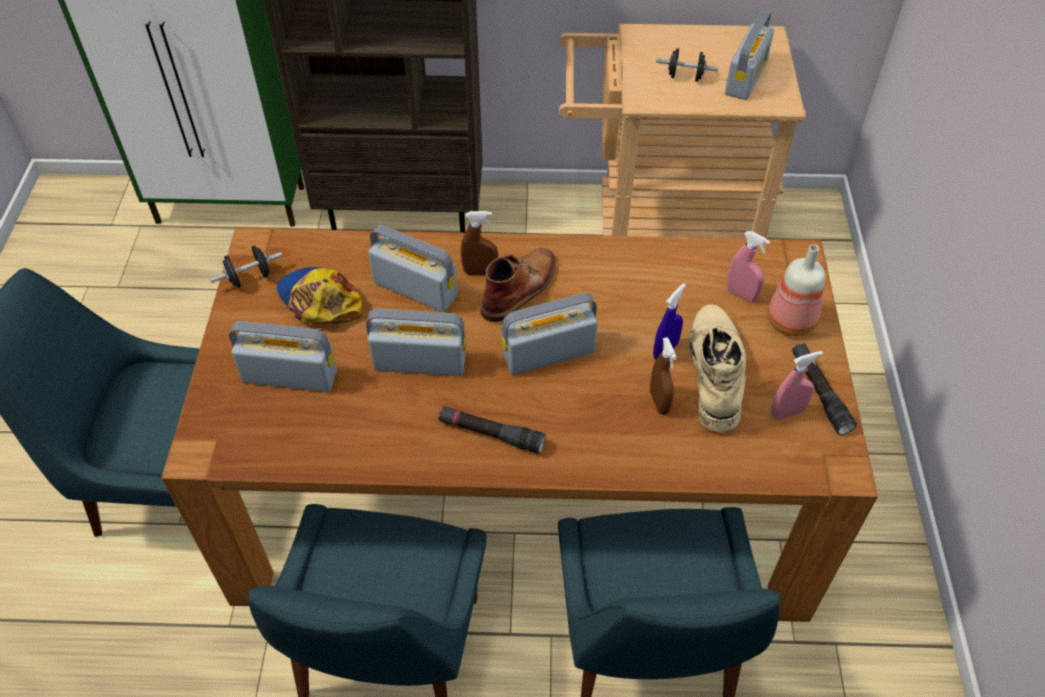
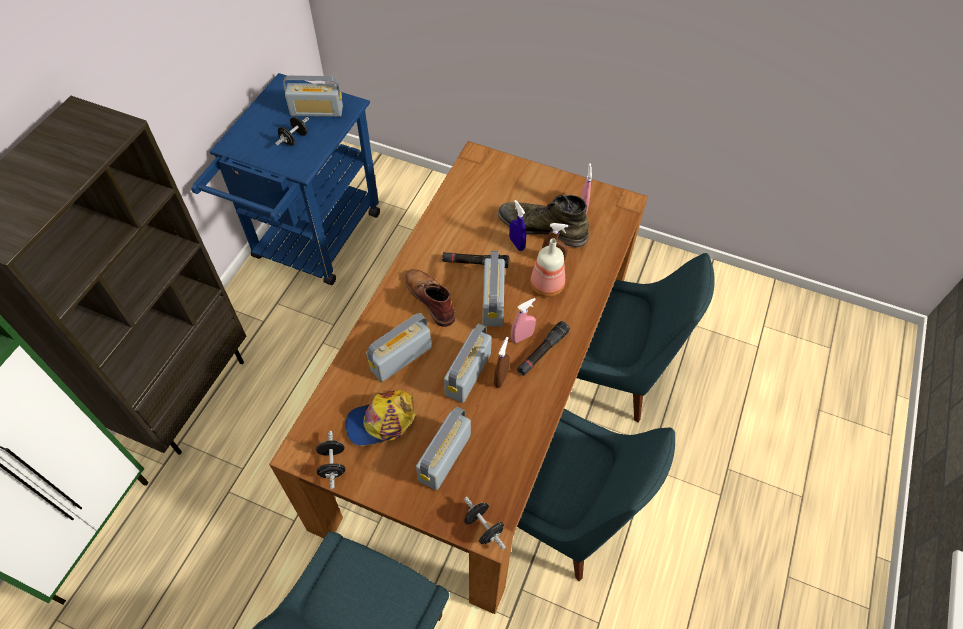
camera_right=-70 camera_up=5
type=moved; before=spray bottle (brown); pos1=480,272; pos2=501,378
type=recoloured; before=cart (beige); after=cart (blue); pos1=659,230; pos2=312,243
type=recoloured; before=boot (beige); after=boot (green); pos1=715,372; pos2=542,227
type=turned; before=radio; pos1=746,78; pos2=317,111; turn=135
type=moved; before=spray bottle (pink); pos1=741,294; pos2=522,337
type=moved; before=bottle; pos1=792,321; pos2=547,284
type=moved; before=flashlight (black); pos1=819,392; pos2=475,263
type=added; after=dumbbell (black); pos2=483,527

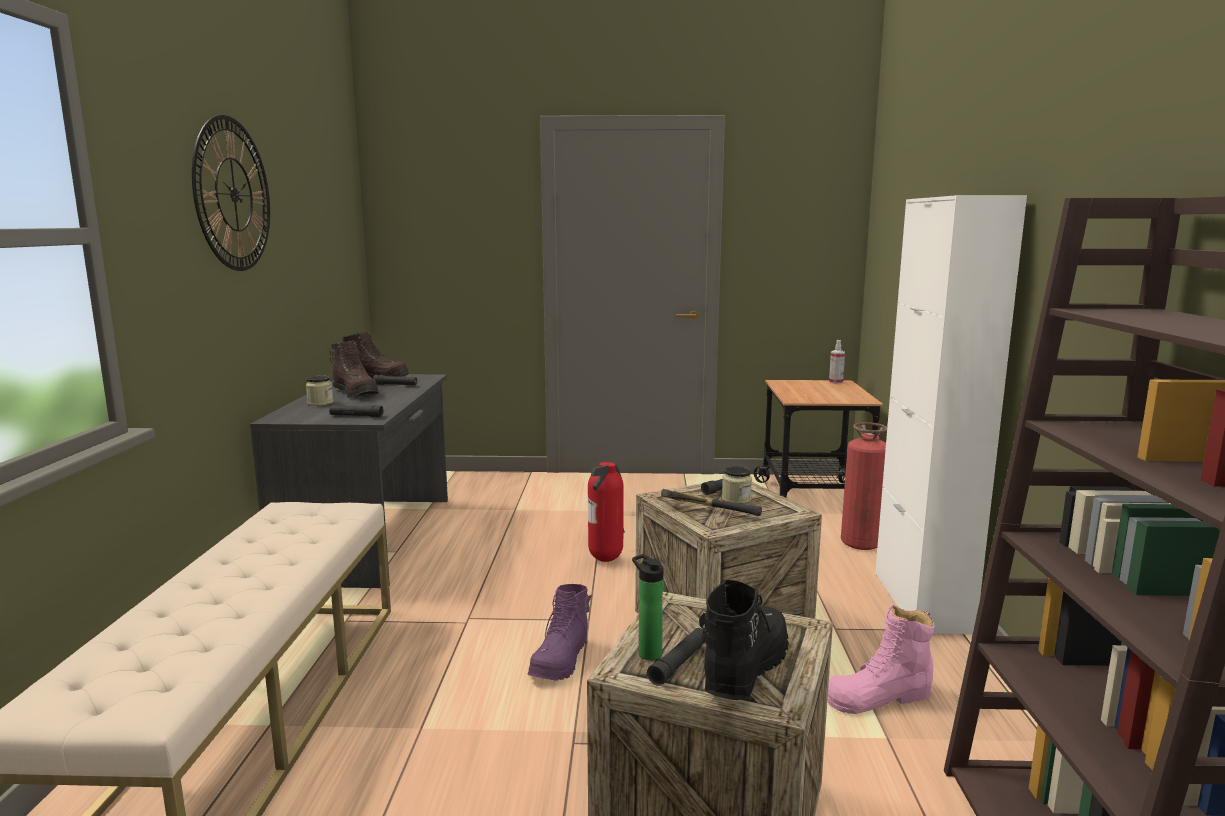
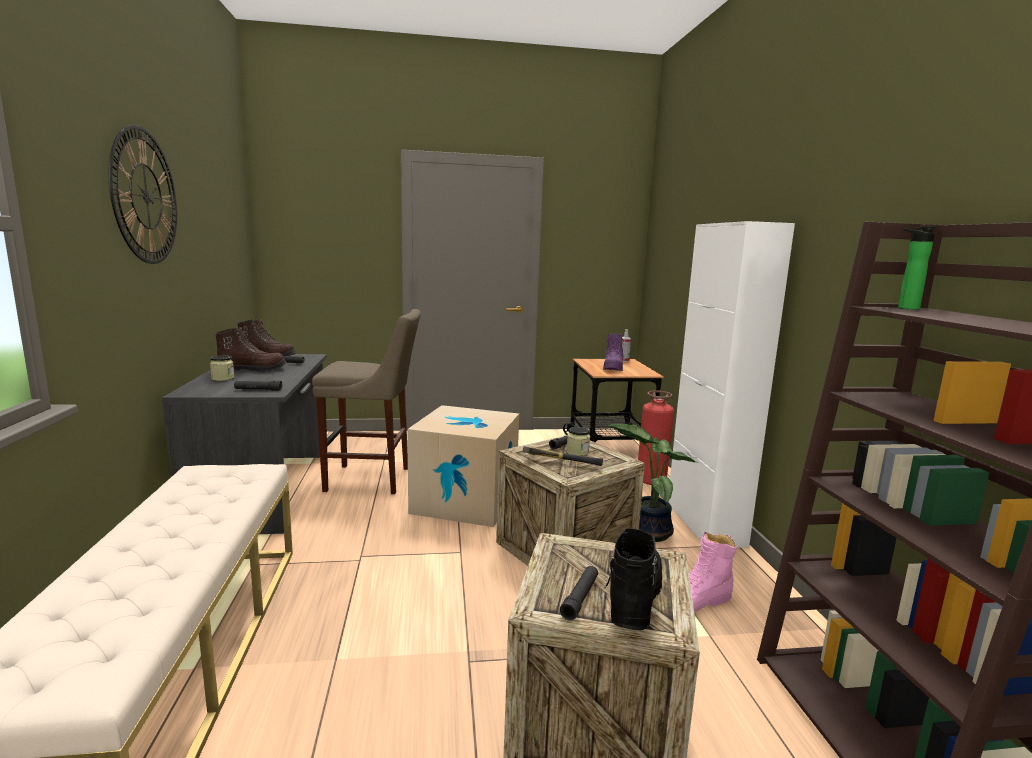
camera_right=-10 camera_up=0
type=turned; before=boot (brown); pos1=356,393; pos2=252,370; turn=-60
type=moved; before=boot (purple); pos1=561,661; pos2=613,368
type=replaced; before=fire extinguisher; after=cardboard box; pos1=606,560; pos2=465,501
type=moved; before=bottle; pos1=647,652; pos2=904,308
type=added; after=stool (beige); pos2=372,479
type=added; after=potted plant; pos2=647,531

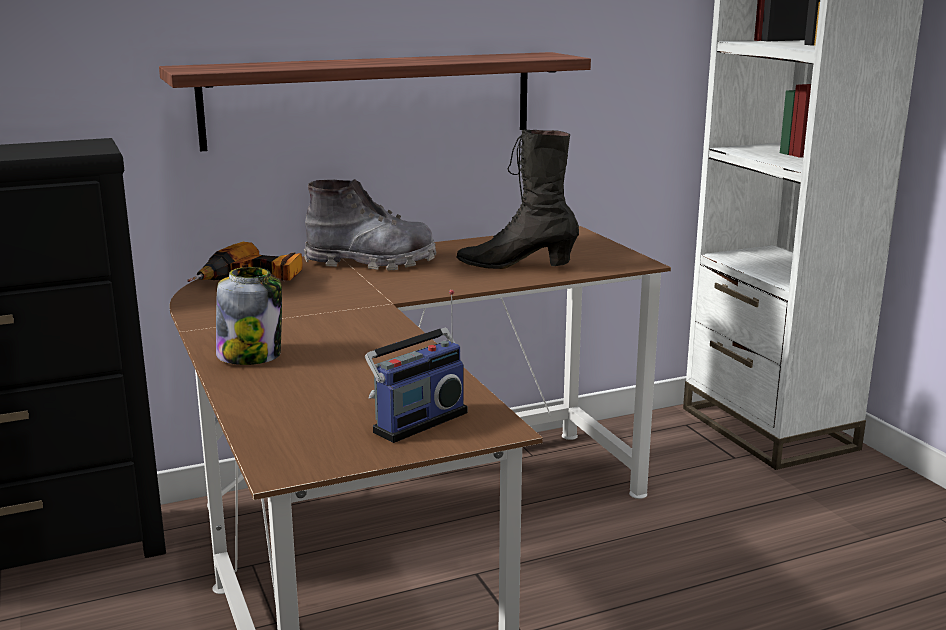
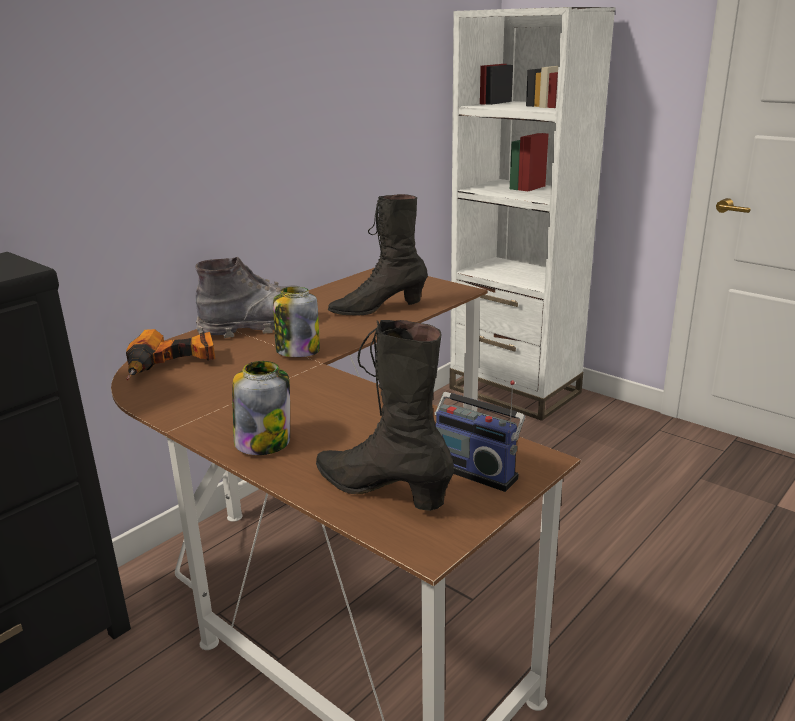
camera_right=-25 camera_up=5
type=removed; before=shelf; pos1=371,99
type=turned; before=radio; pos1=416,421; pos2=476,470; turn=105
type=added; after=jar; pos2=297,351
type=added; after=boot (black); pos2=382,490

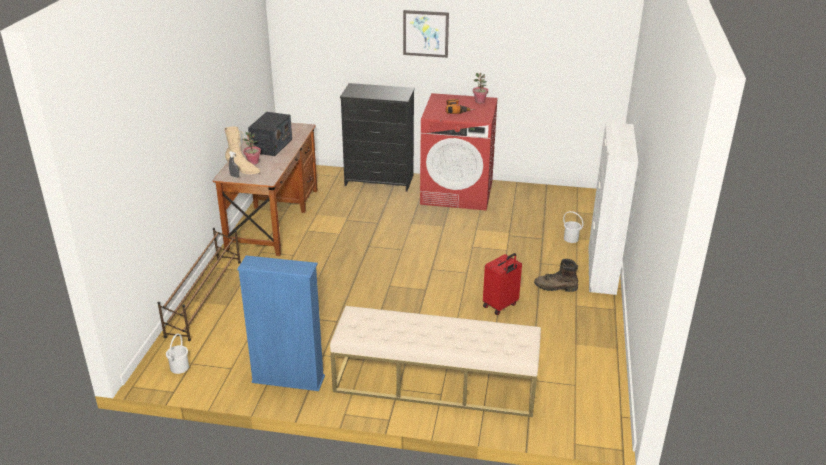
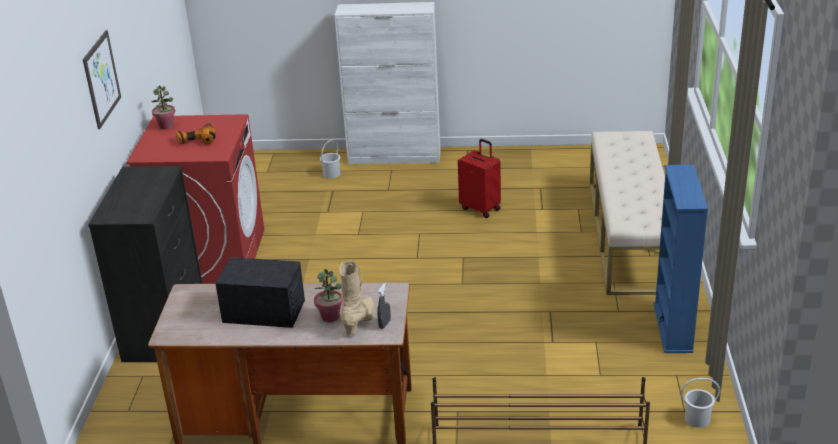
camera_right=-95 camera_up=0
type=removed; before=boot (brown); pos1=555,287

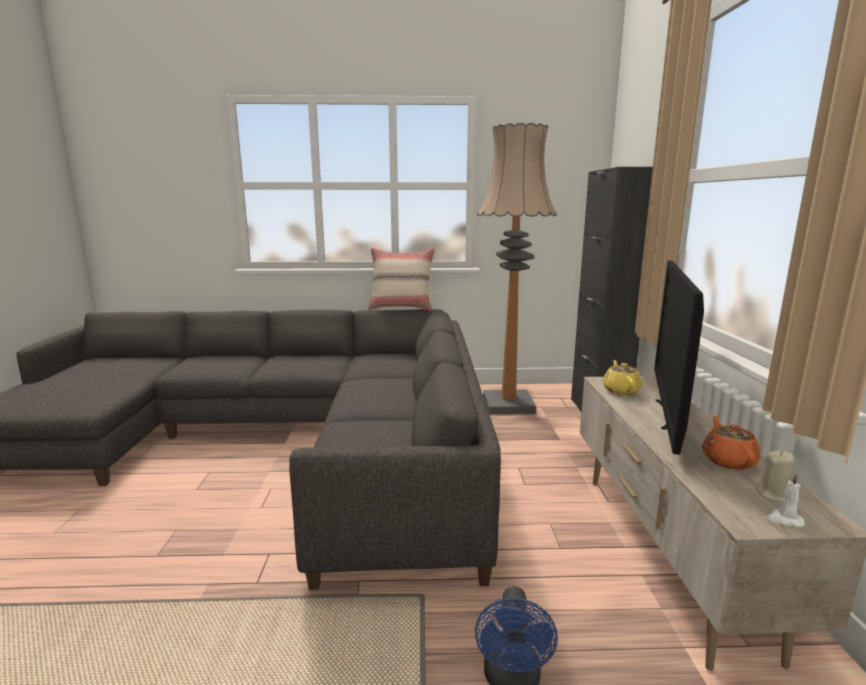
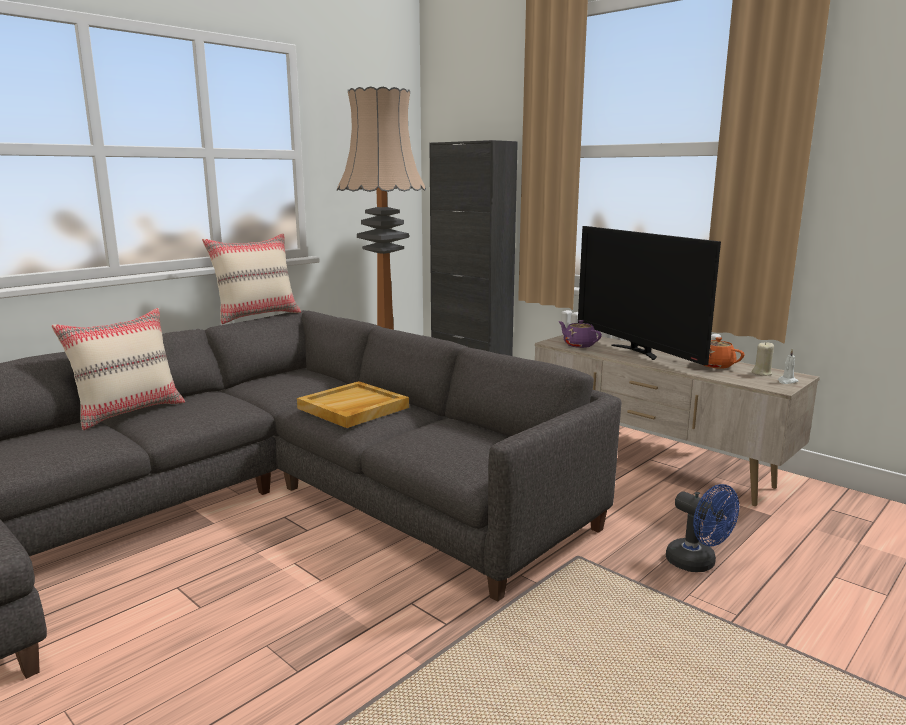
camera_right=-45 camera_up=0
type=recoloured; before=teapot (yellow); after=teapot (purple); pos1=621,390; pos2=579,345
type=added; after=pillow (beige); pos2=129,412
type=added; after=tray (beige); pos2=353,408

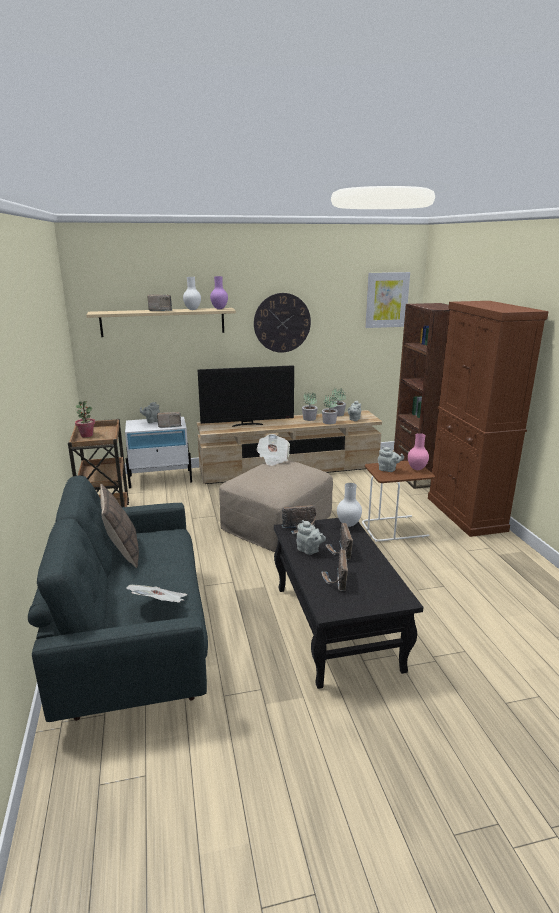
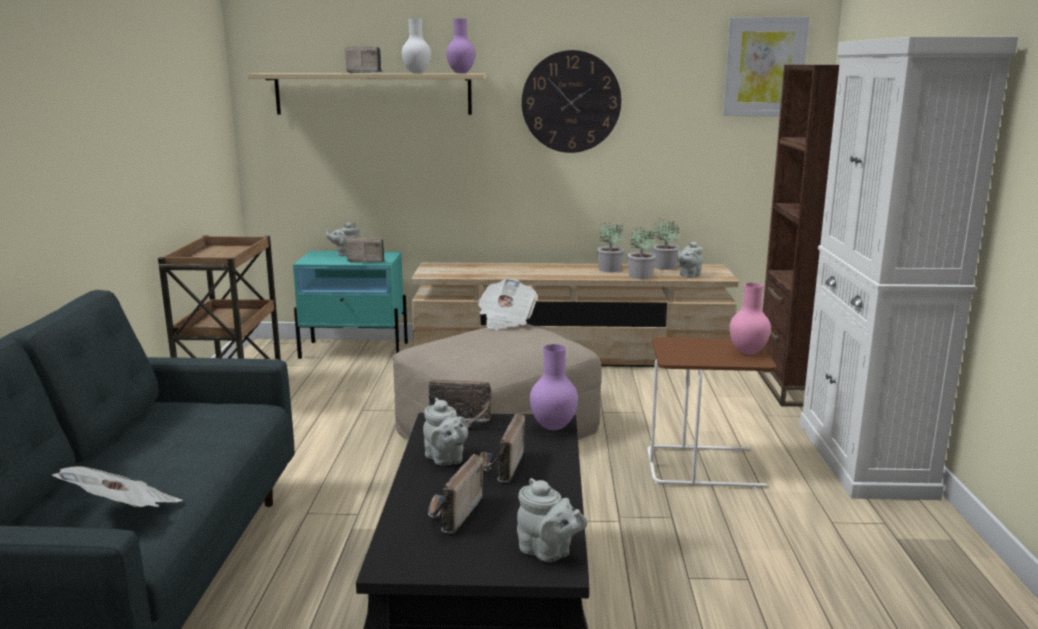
camera_right=15 camera_up=-5
type=removed; before=potted plant; pos1=87,435
type=removed; before=pillow; pos1=122,552
type=recoloured; before=nightstand (white); after=nightstand (turquoise); pos1=161,479; pos2=355,350
type=removed; before=television; pos1=247,424
type=recoloured; before=vase (white); after=vase (purple); pos1=348,524; pos2=552,427
type=moved; before=teapot (grey); pos1=388,470; pos2=548,552
type=recoloured; before=cabinet (brown); after=cabinet (white); pos1=466,514; pos2=863,459

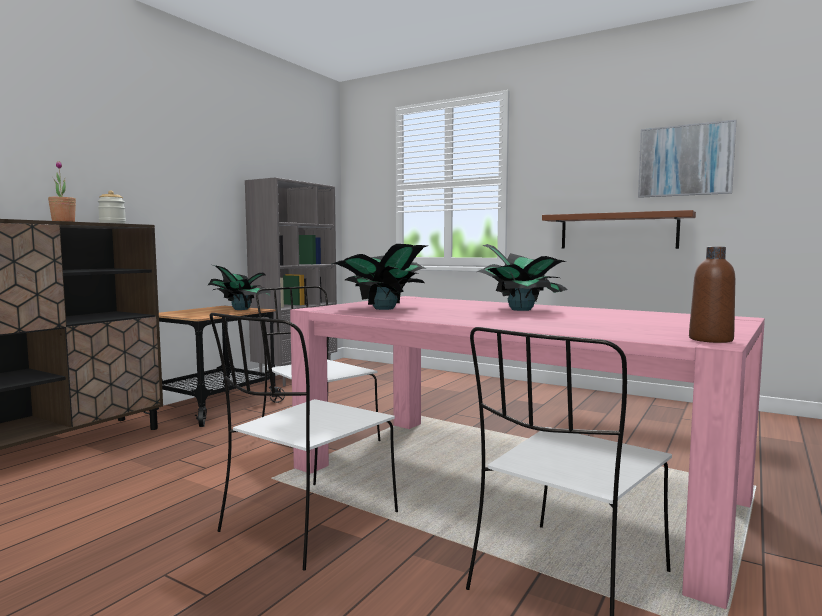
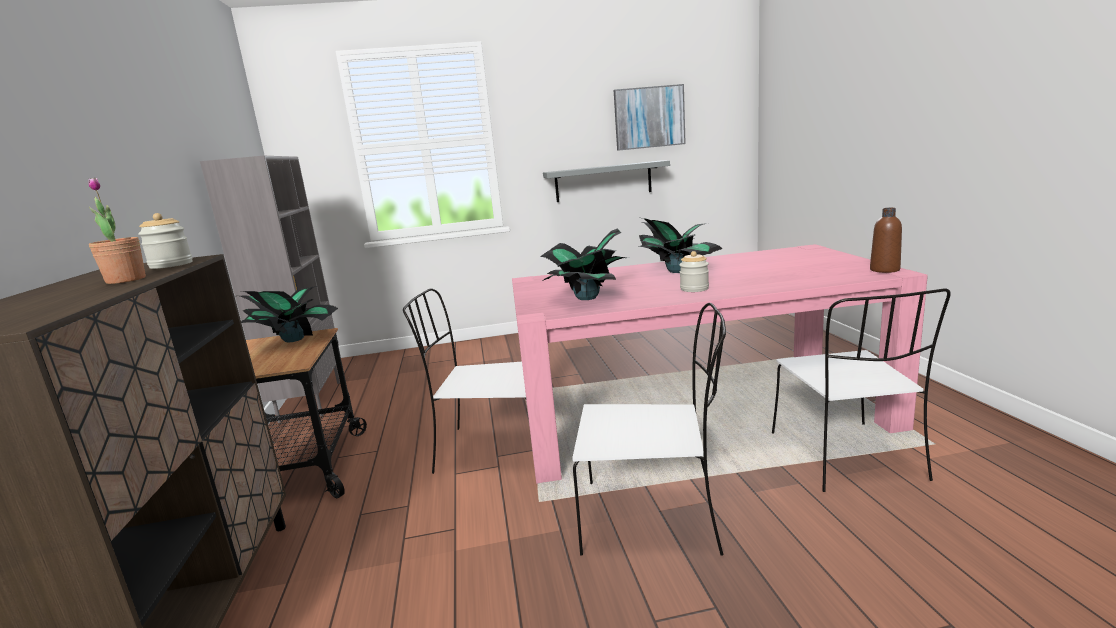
camera_right=-40 camera_up=10
type=turned; before=chair (white); pos1=307,524; pos2=654,516; turn=-75
type=recoloured; before=shelf (brown); after=shelf (grey); pos1=618,231; pos2=603,181
type=added; after=jar; pos2=694,289

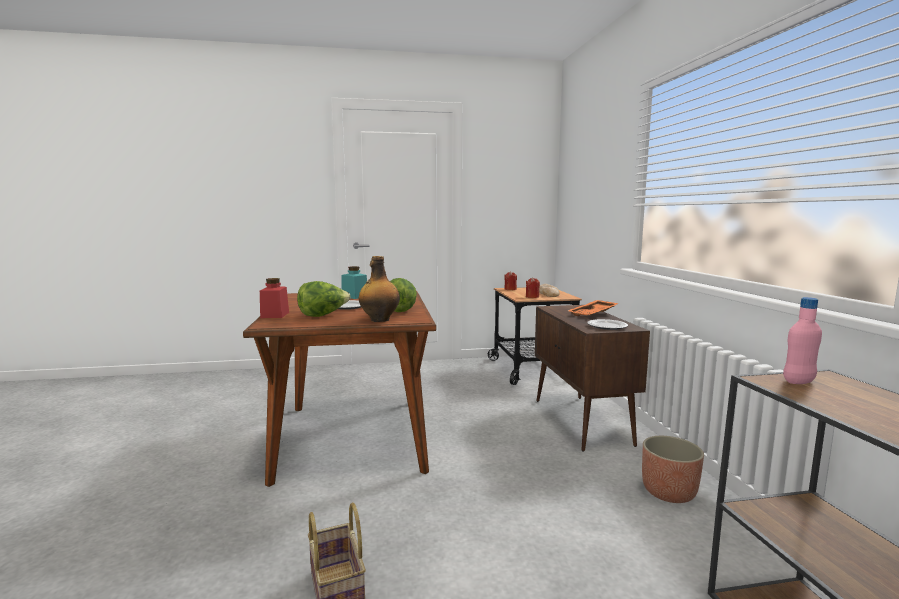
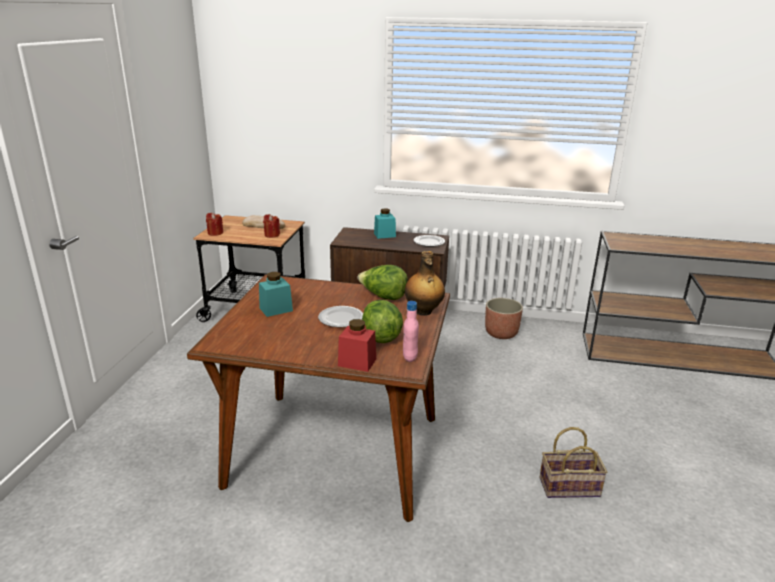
camera_right=-70 camera_up=15
type=replaced; before=tray (orange); after=jar (turquoise); pos1=593,314; pos2=384,235
type=moved; before=bottle (pink); pos1=799,382; pos2=410,357

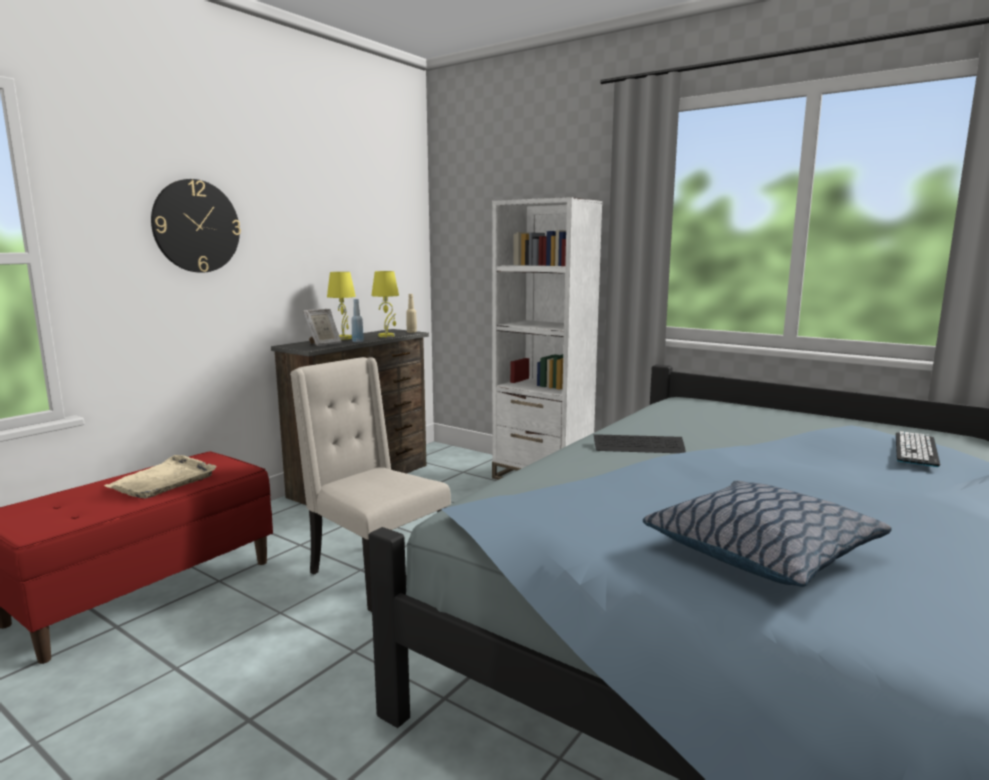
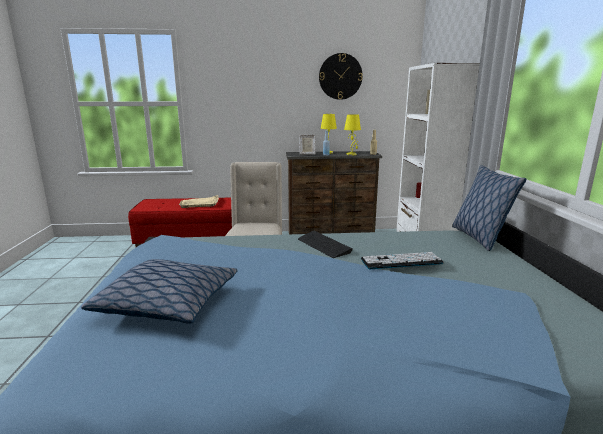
camera_right=50 camera_up=5
type=moved; before=wall clock; pos1=196,226; pos2=340,76
type=moved; before=keyboard; pos1=916,450; pos2=401,261
type=added; after=pillow; pos2=478,237

